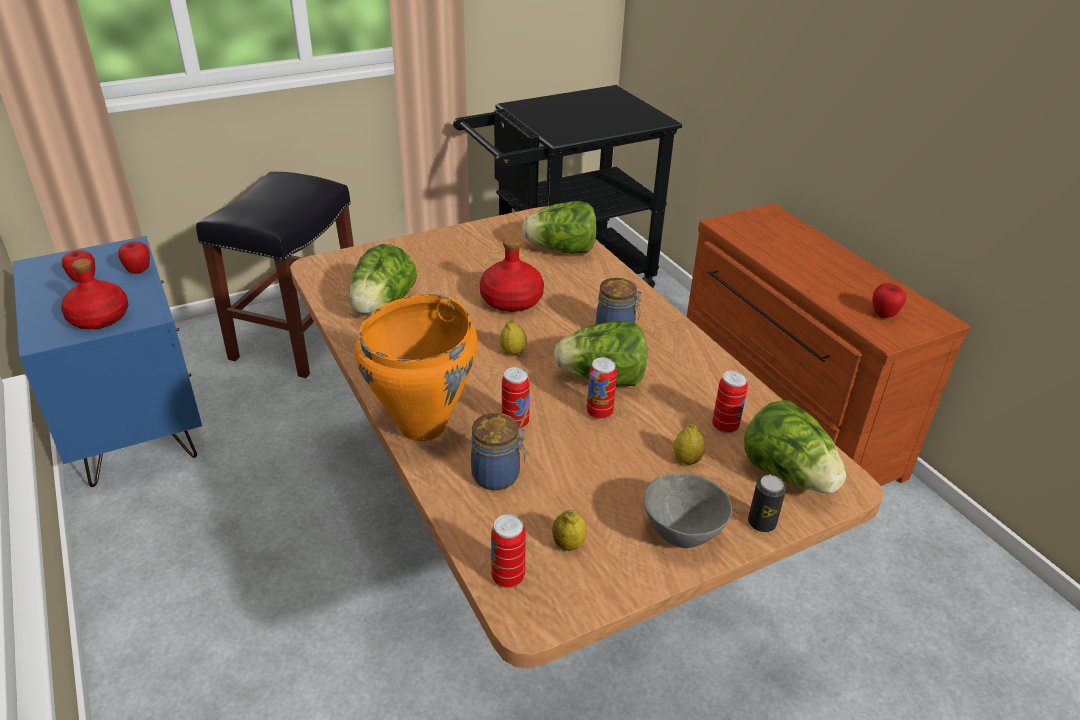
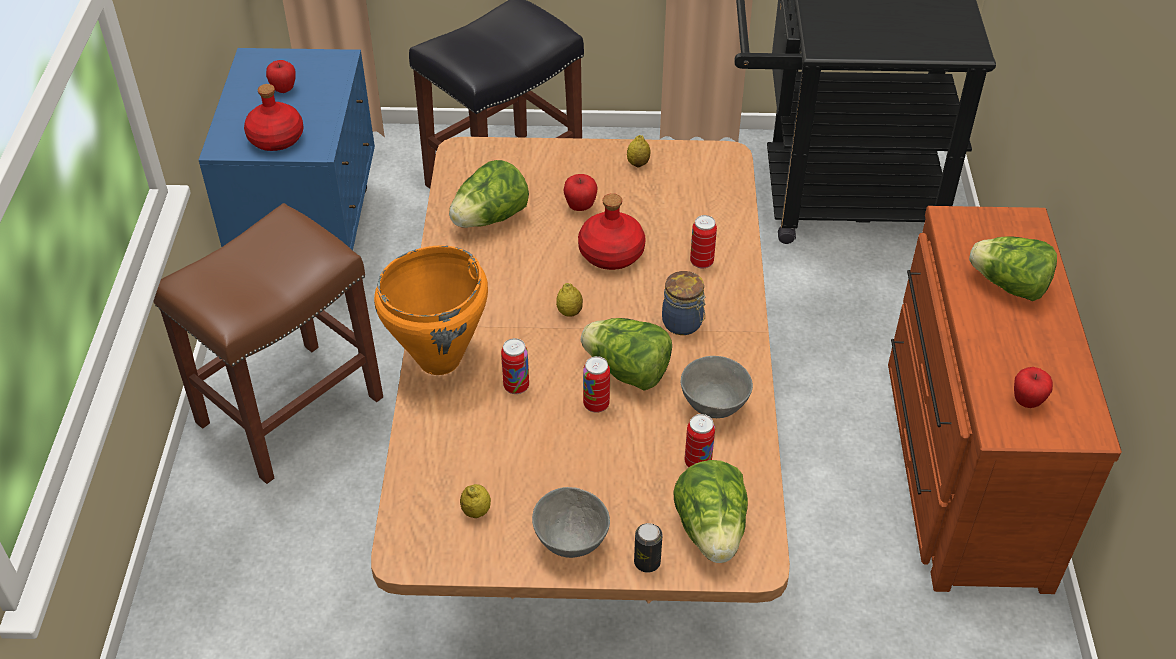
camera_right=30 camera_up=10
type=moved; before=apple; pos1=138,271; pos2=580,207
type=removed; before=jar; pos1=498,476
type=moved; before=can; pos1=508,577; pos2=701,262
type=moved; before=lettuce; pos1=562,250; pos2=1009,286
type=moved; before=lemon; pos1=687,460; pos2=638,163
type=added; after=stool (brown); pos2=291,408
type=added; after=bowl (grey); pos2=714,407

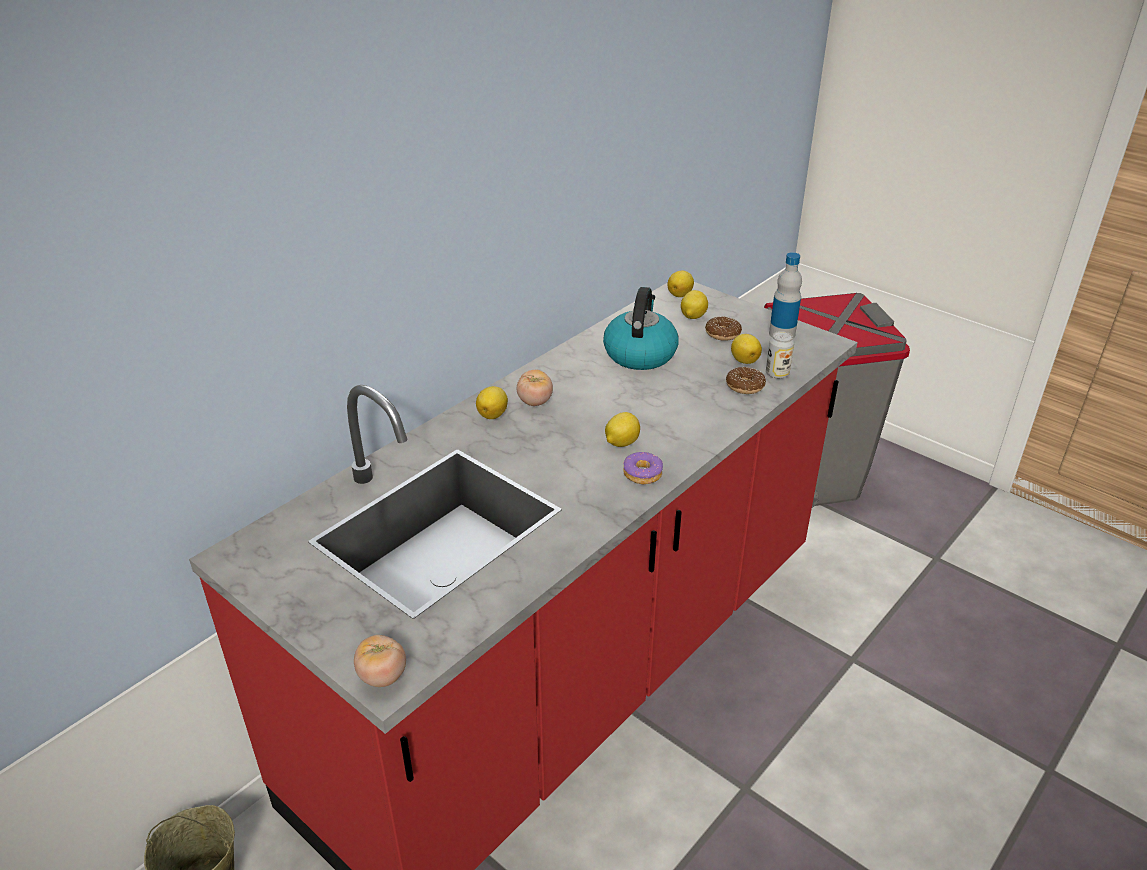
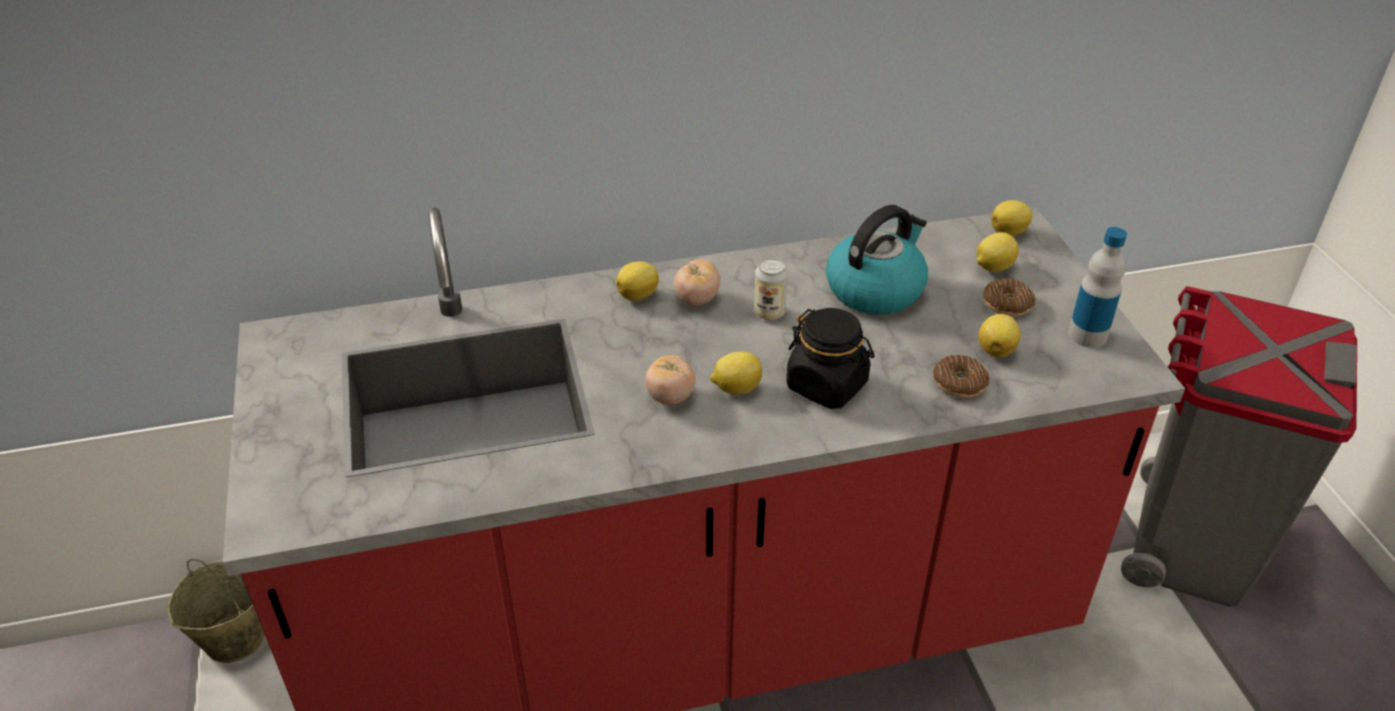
camera_right=35 camera_up=5
type=moved; before=tomato; pos1=382,676; pos2=670,397
type=removed; before=donut; pos1=643,474
type=moved; before=can; pos1=777,374; pos2=769,312
type=added; after=jar (black); pos2=827,385

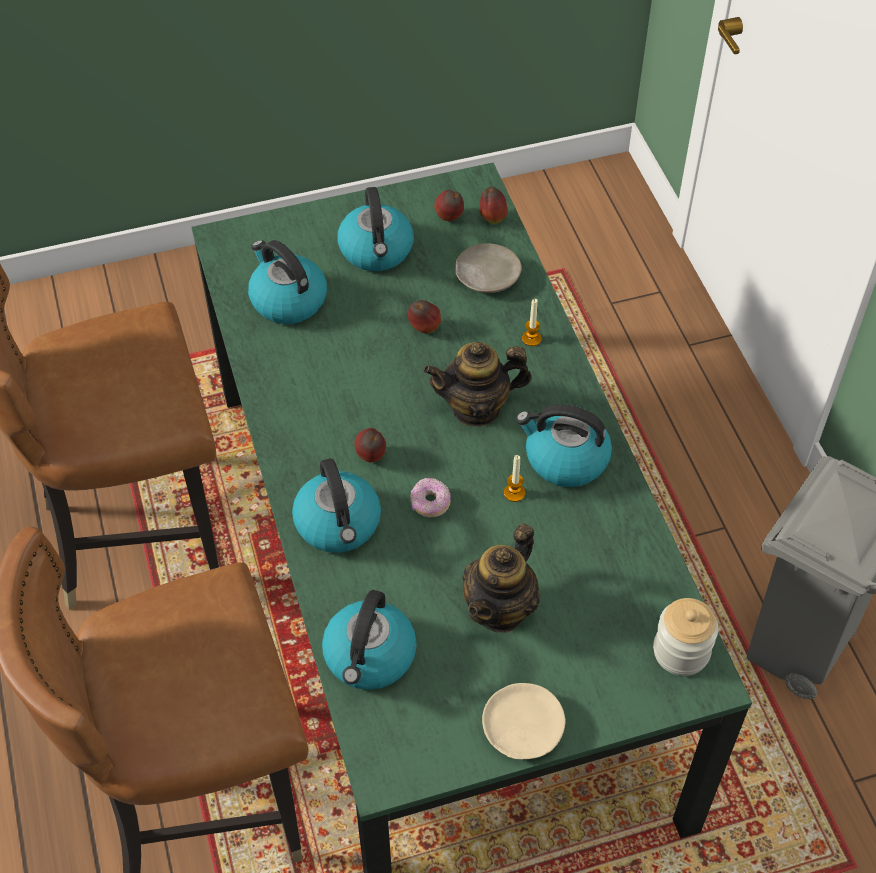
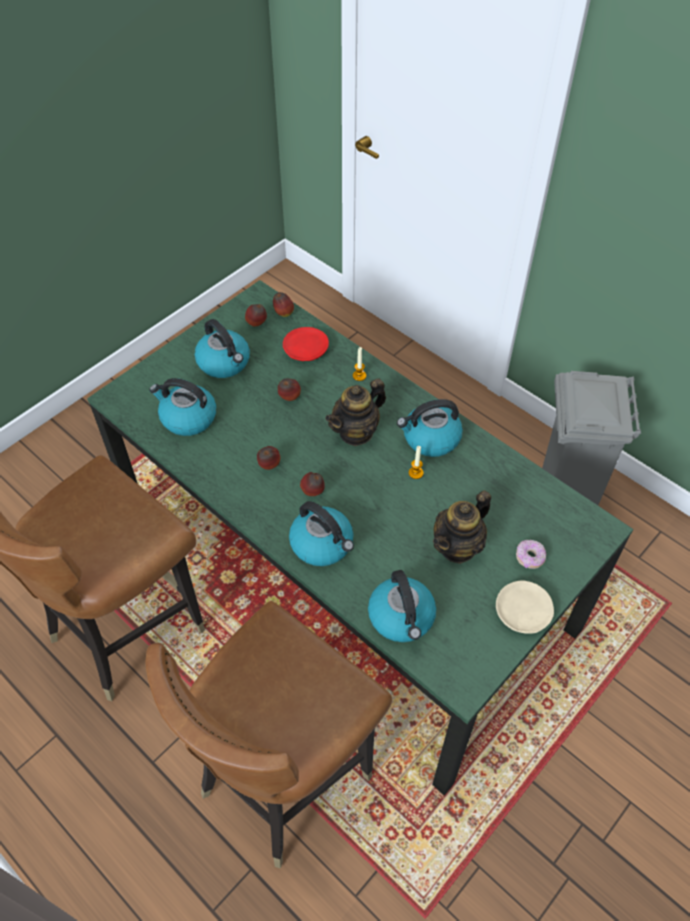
camera_right=-30 camera_up=0
type=moved; before=donut; pos1=430,503; pos2=529,558
type=recoloured; before=plate (beige); after=plate (red); pos1=487,276; pos2=305,350
type=turned; before=teapot; pos1=500,608; pos2=458,546; turn=45
type=removed; before=jar; pos1=681,651
type=added; after=apple; pos2=269,466

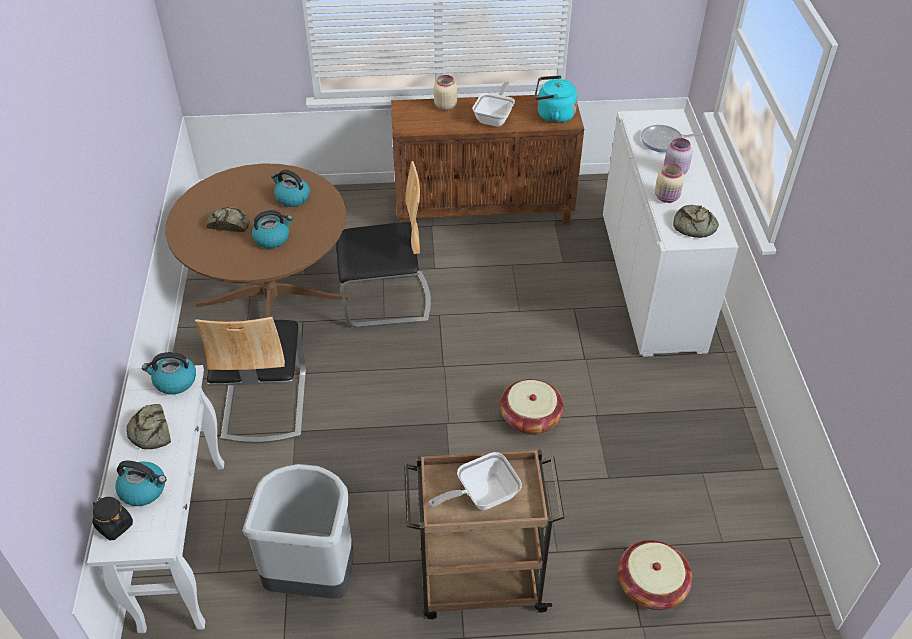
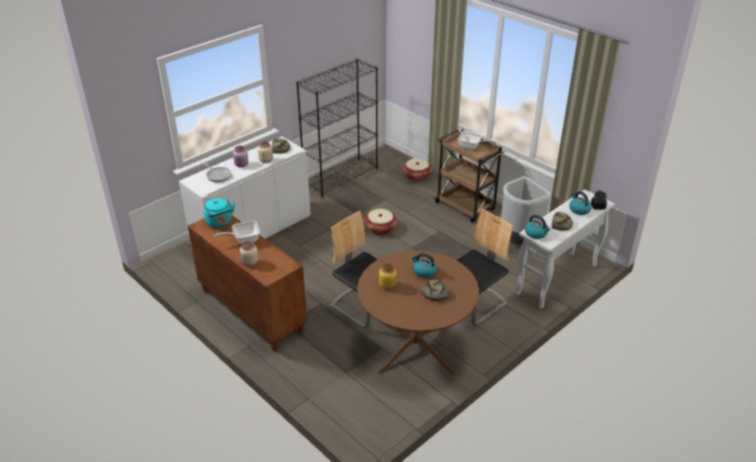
camera_right=-130 camera_up=-10
type=replaced; before=kettle; after=jar (yellow); pos1=292,198; pos2=388,285
type=added; after=bookcase (black); pos2=341,177

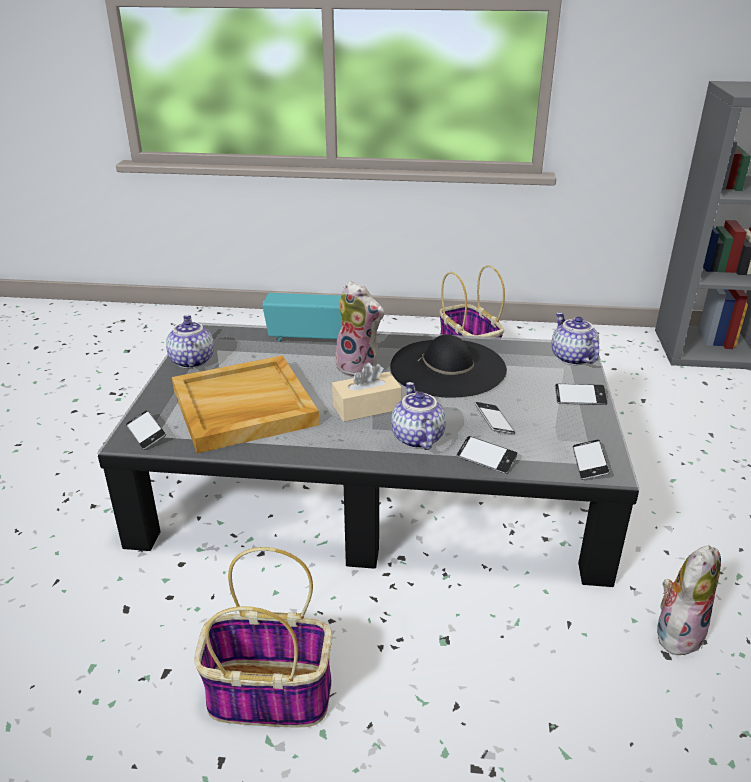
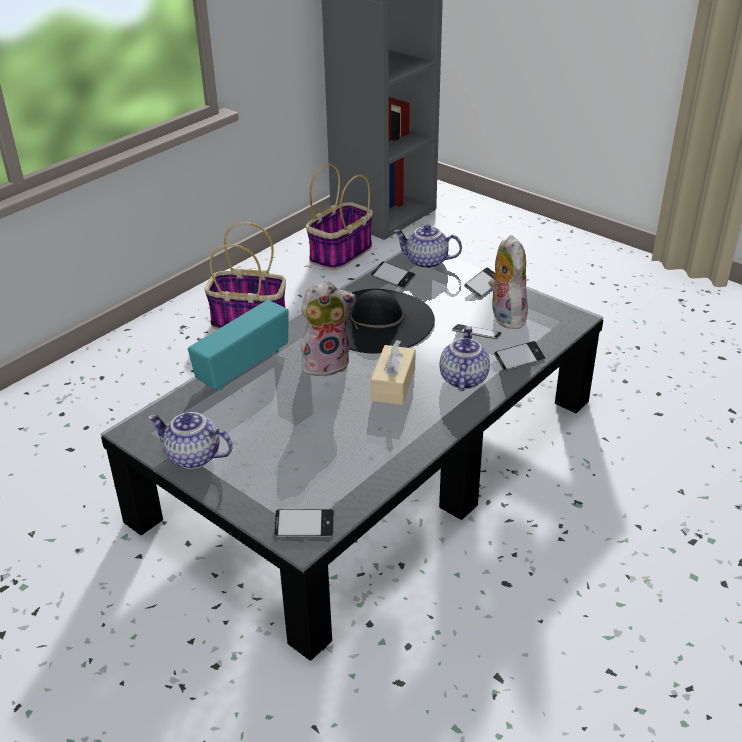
camera_right=-55 camera_up=5
type=removed; before=tray (beige); pos1=243,408
type=moved; before=basket; pos1=267,695; pos2=340,254
type=turned; before=teapot; pos1=416,438; pos2=462,379; turn=75
type=moved; before=phone; pos1=589,463; pos2=393,278
type=moved; before=plush toy; pos1=677,631; pos2=505,316

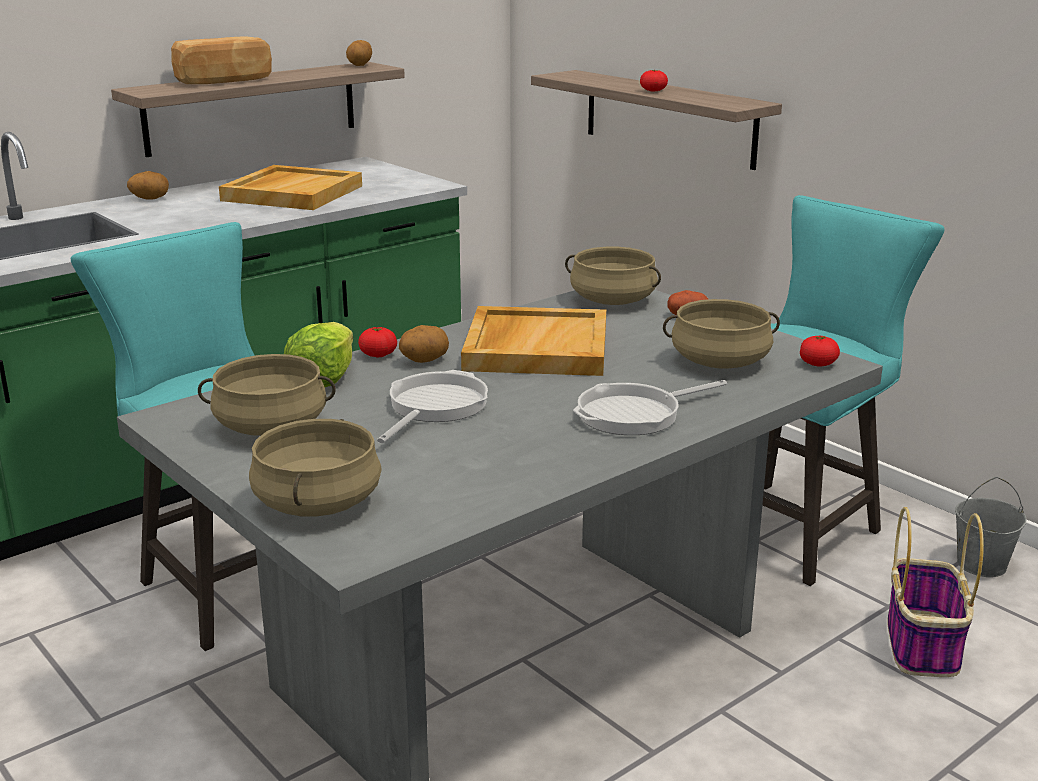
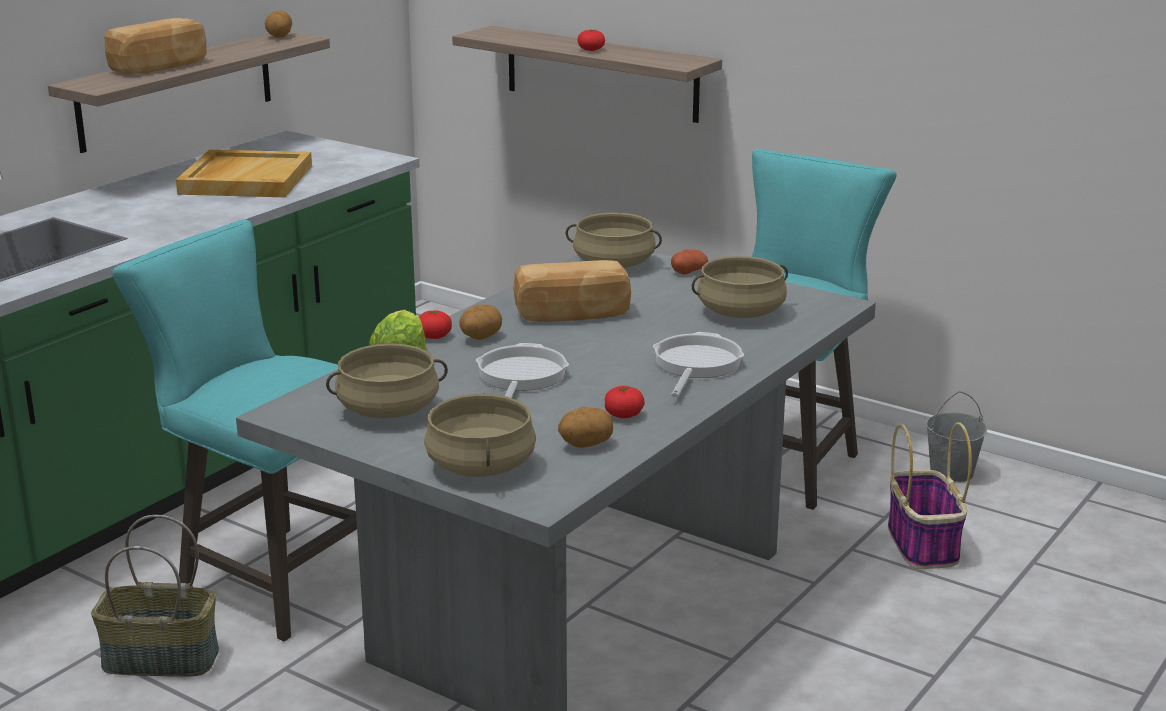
camera_right=-15 camera_up=0
type=moved; before=potato; pos1=150,199; pos2=585,445
type=replaced; before=tray (beige); after=bread; pos1=535,347; pos2=572,315
type=turned; before=frying pan; pos1=635,414; pos2=695,365; turn=150
type=moved; before=tomato; pos1=818,364; pos2=624,415
type=added; after=basket; pos2=159,660

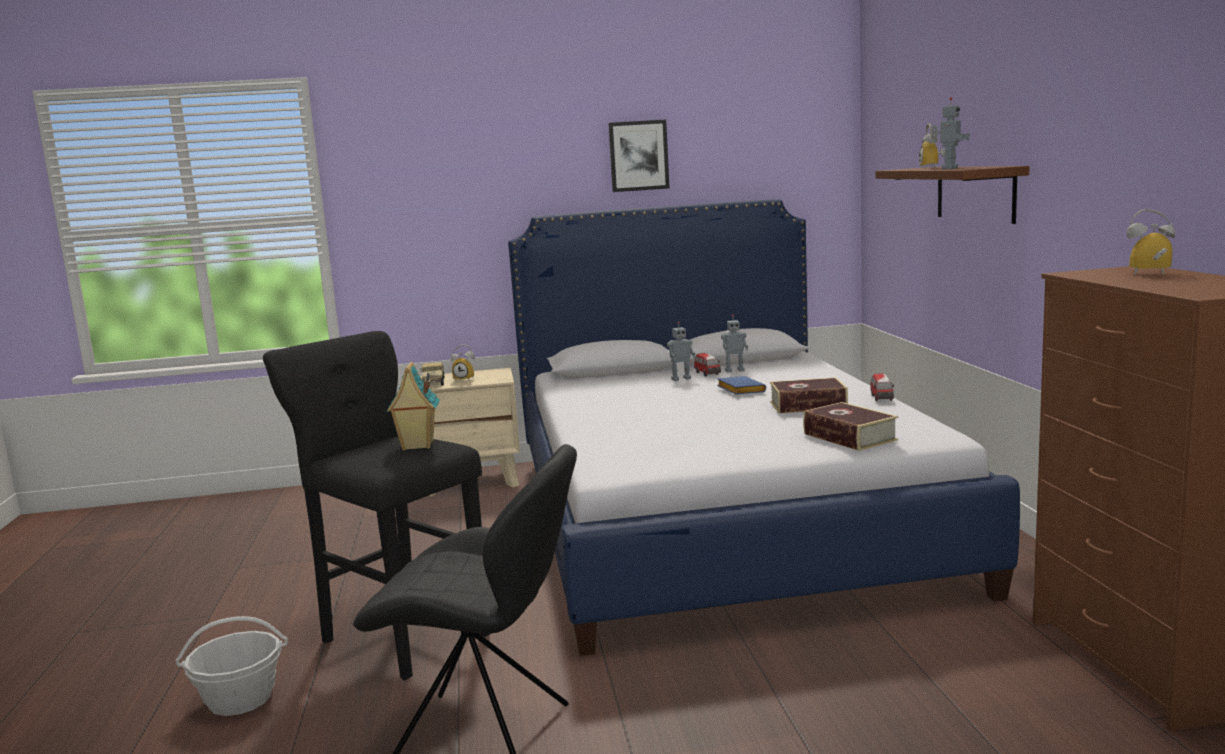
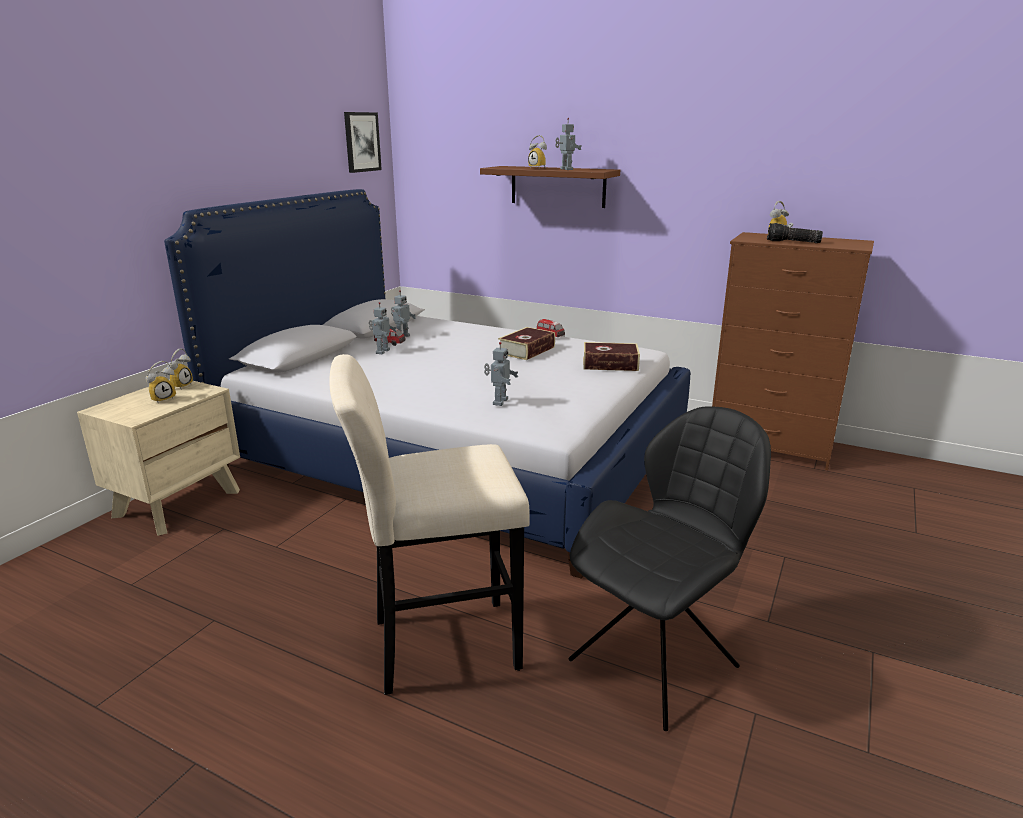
camera_right=-55 camera_up=10
type=removed; before=basket; pos1=240,699
type=recoloured; before=stool (black); after=stool (beige); pos1=401,635; pos2=437,645
type=removed; before=toy house; pos1=417,446
type=removed; before=toy truck; pos1=433,382
type=moved; before=picture; pos1=638,156; pos2=362,142
type=removed; before=book (blue); pos1=739,390
type=added; after=alarm clock; pos2=180,386
type=added; after=toy robot; pos2=499,402
type=added; after=flashlight; pos2=792,242

